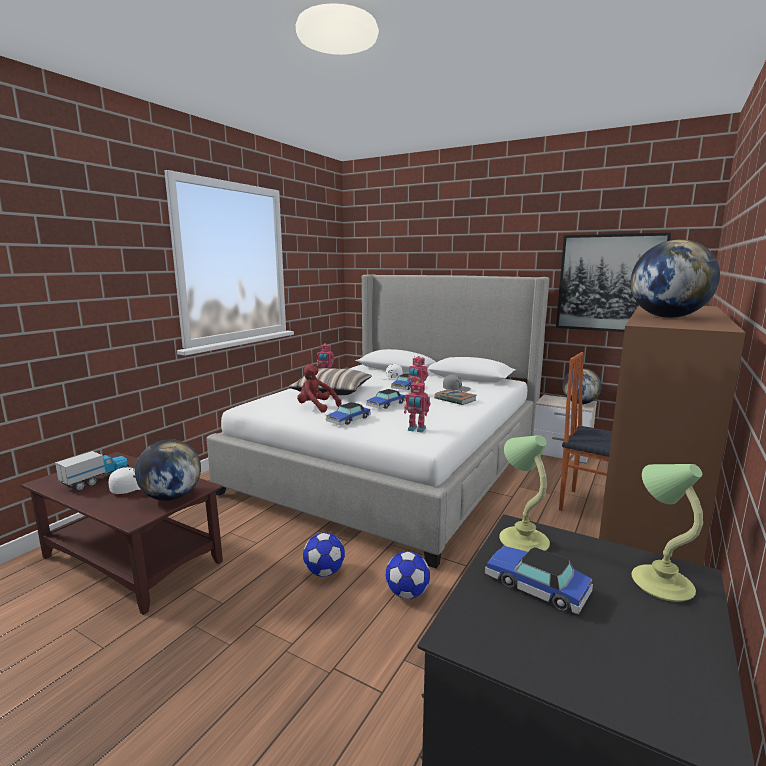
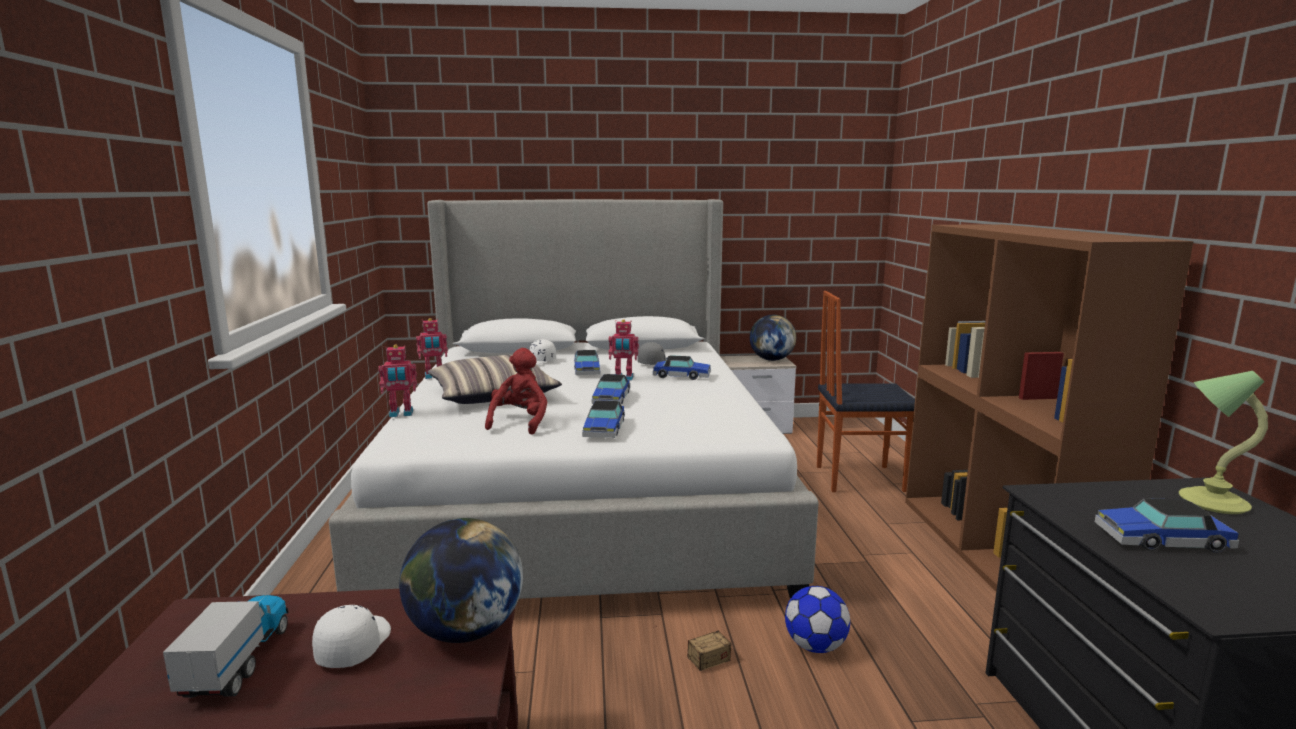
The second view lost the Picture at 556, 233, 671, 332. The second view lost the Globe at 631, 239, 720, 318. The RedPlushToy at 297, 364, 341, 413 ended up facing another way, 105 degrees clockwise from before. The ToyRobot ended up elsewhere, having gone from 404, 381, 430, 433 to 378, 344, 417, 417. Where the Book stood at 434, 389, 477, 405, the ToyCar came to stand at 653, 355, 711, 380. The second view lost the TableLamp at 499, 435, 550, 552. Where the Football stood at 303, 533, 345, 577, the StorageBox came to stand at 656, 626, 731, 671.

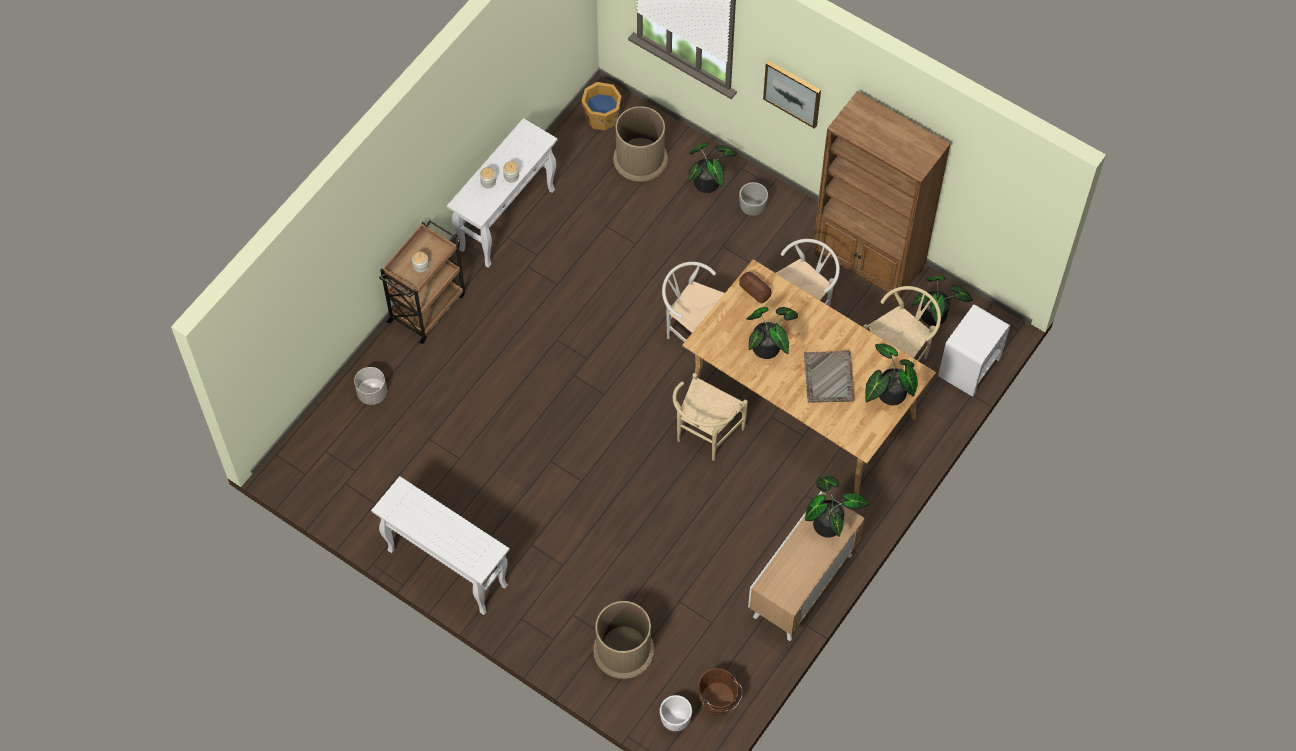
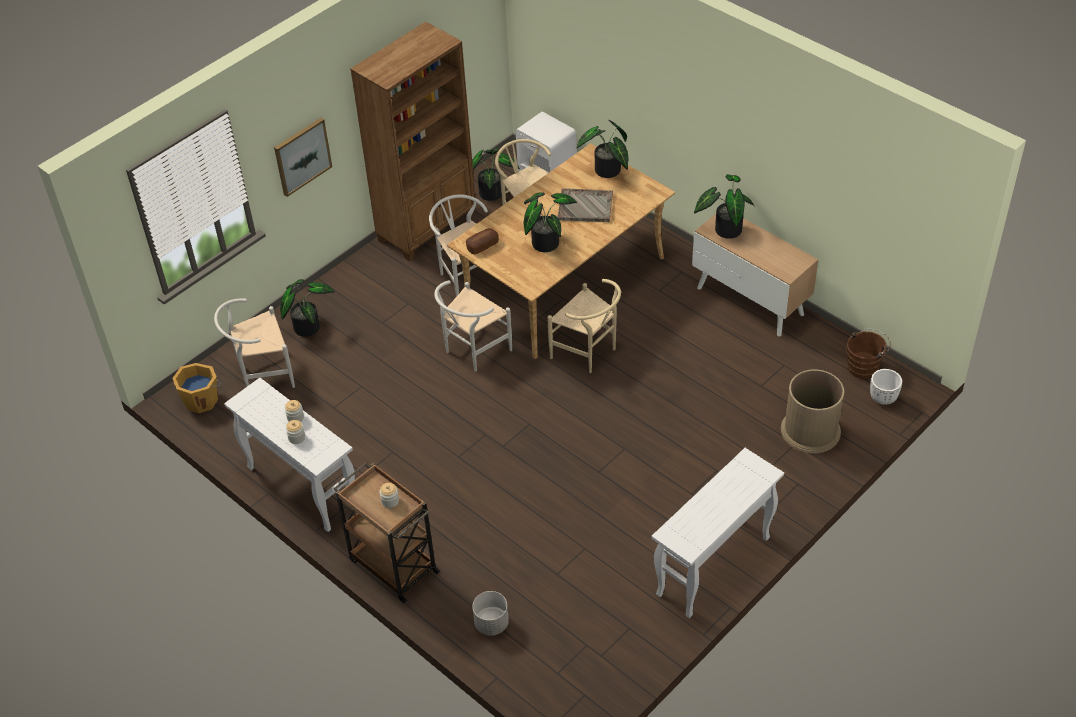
Where the BrownTrashCan stood at 613, 106, 668, 182, the WhiteChair came to stand at 214, 298, 295, 388. The second view lost the GreyPlanter at 739, 182, 768, 216.

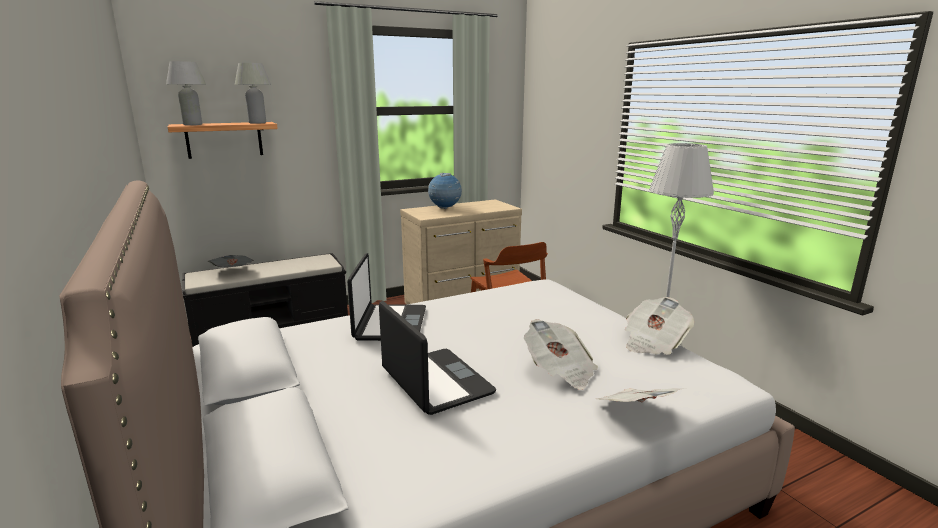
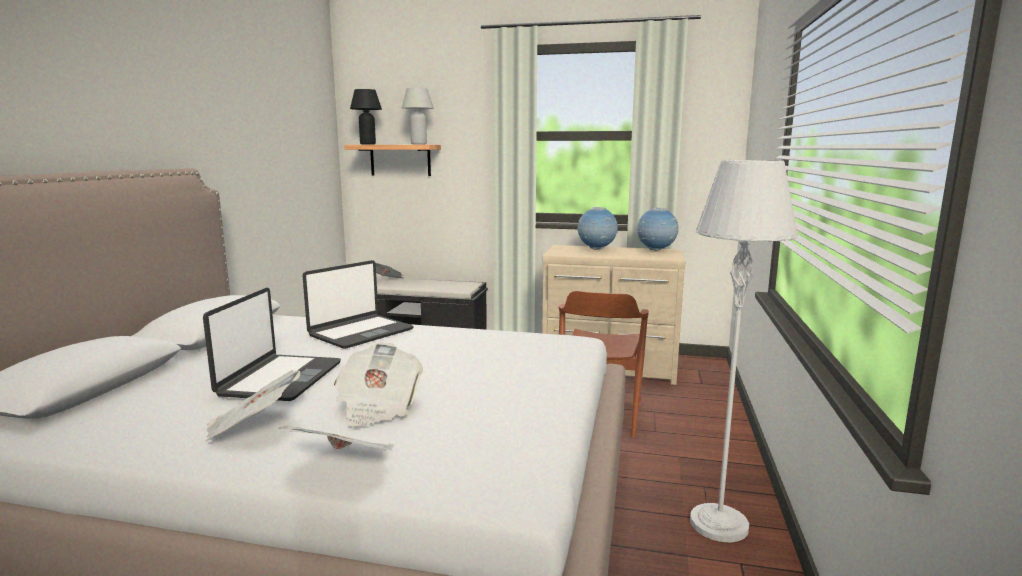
What was the WhiteTableLamp at 166, 61, 206, 125 turned into the BlackTableLamp at 350, 89, 382, 145. The Newspaper ended up elsewhere, having gone from 624, 297, 694, 355 to 206, 370, 301, 441. The second view gained the Globe at 637, 207, 679, 251.

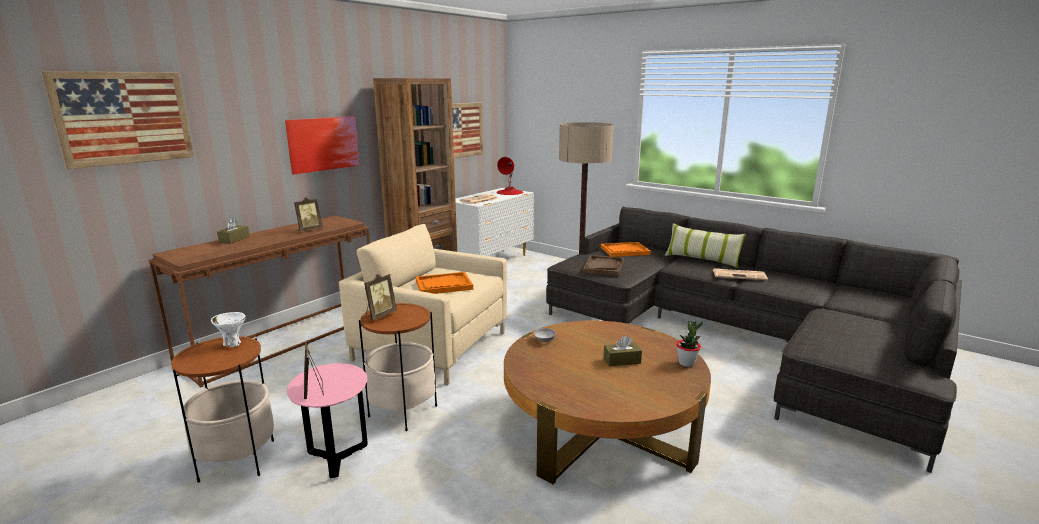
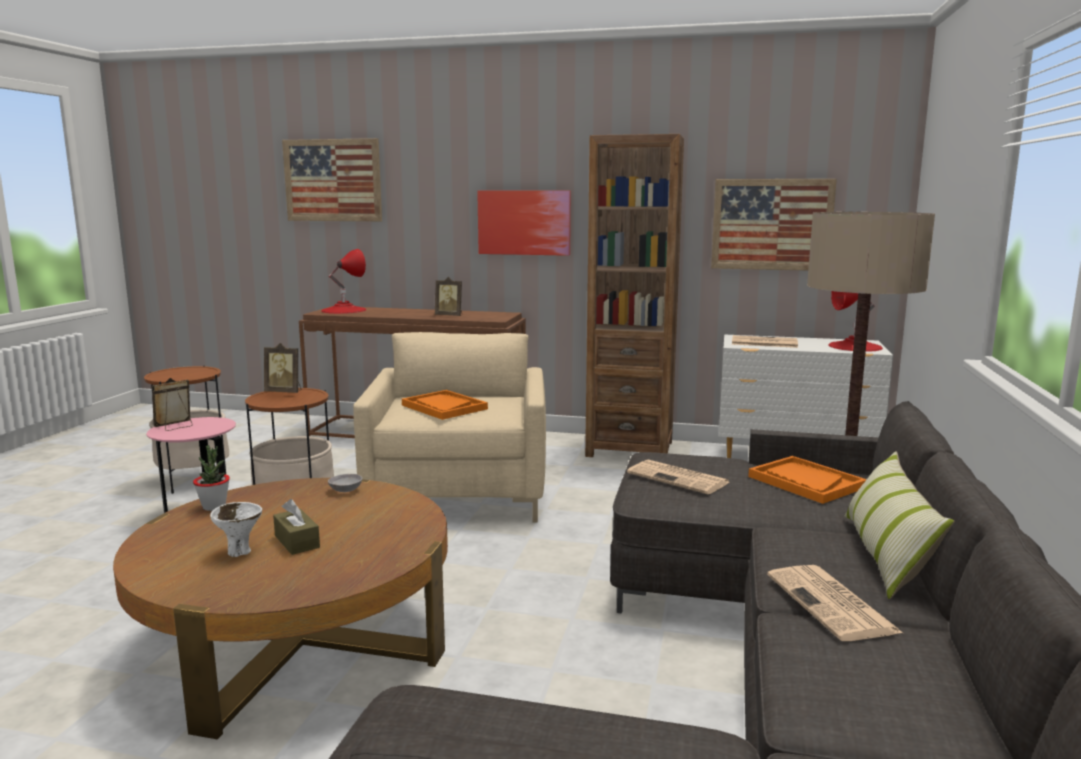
The second view lost the BrownTissueBox at 217, 218, 250, 244. Where the BrownTray stood at 583, 255, 624, 276, the Newspaper came to stand at 627, 460, 730, 494. The WhiteBowl ended up elsewhere, having gone from 211, 312, 246, 347 to 210, 502, 262, 557. The PottedPlant ended up elsewhere, having gone from 676, 321, 703, 367 to 193, 445, 230, 511. The second view gained the RedTableLamp at 321, 249, 366, 314.

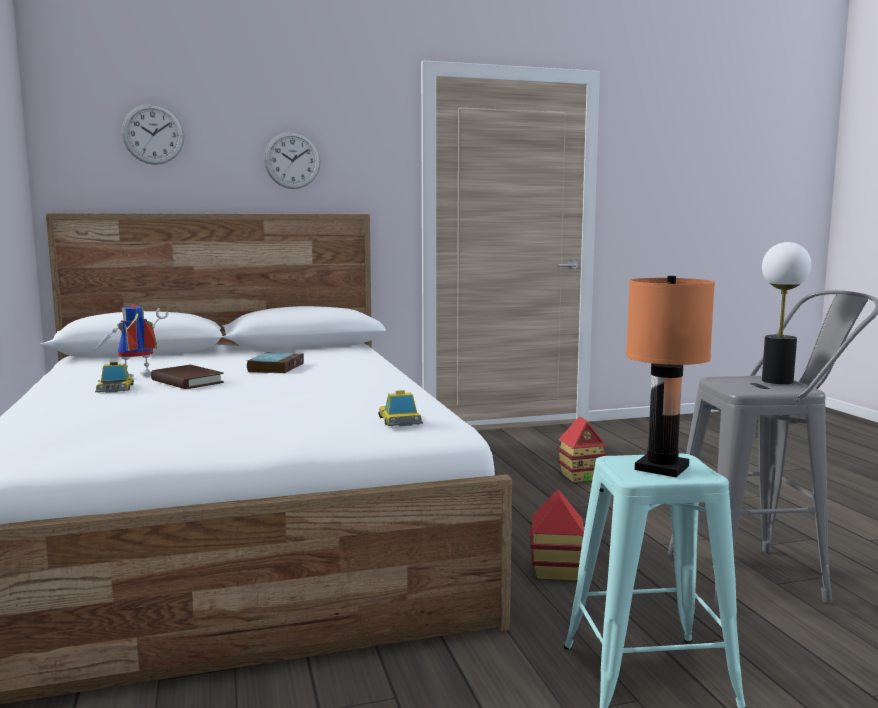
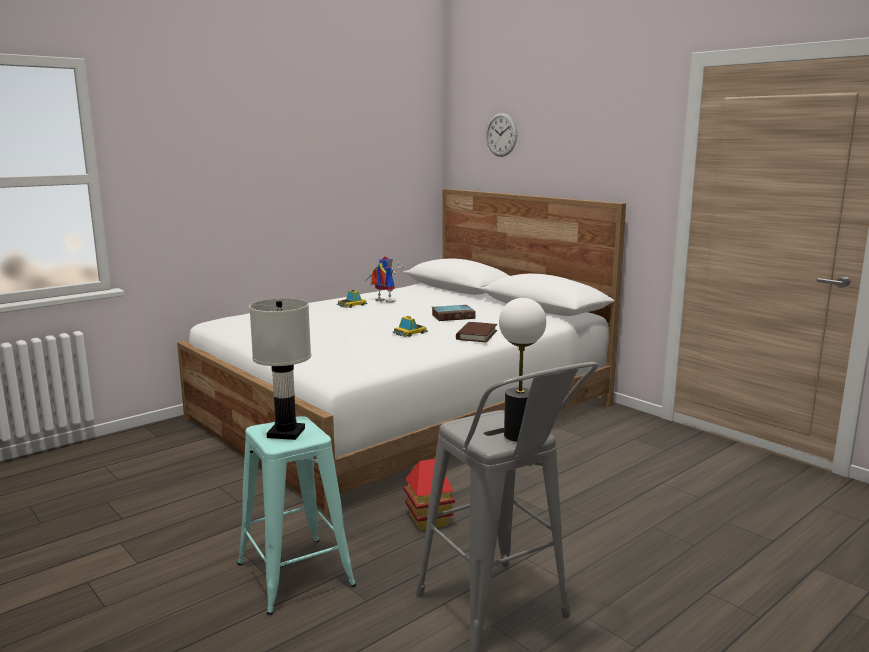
The second view lost the WallClock at 264, 132, 321, 189. What was the OrangeTableLamp at 626, 276, 715, 477 turned into the WhiteTableLamp at 249, 298, 311, 440. The BrownBook ended up elsewhere, having gone from 151, 365, 224, 389 to 456, 322, 497, 342. The ToyCar ended up elsewhere, having gone from 378, 390, 423, 426 to 393, 316, 428, 337. The second view lost the ToyHouse at 556, 417, 608, 482.

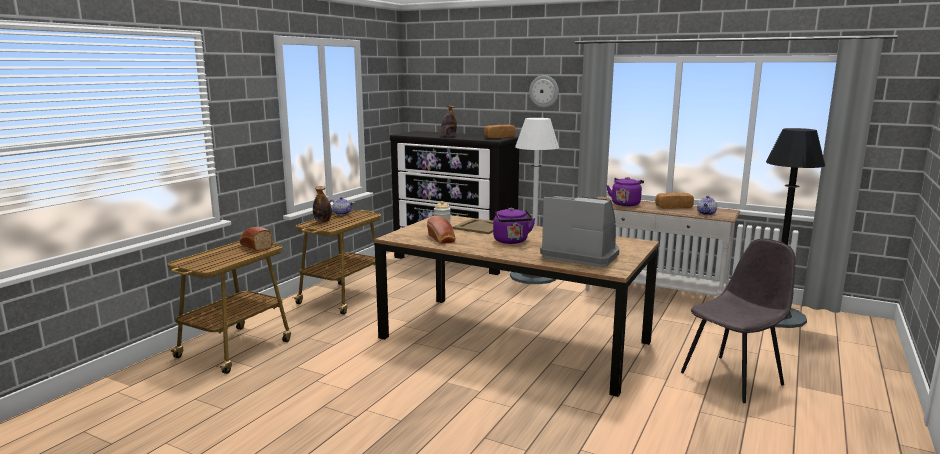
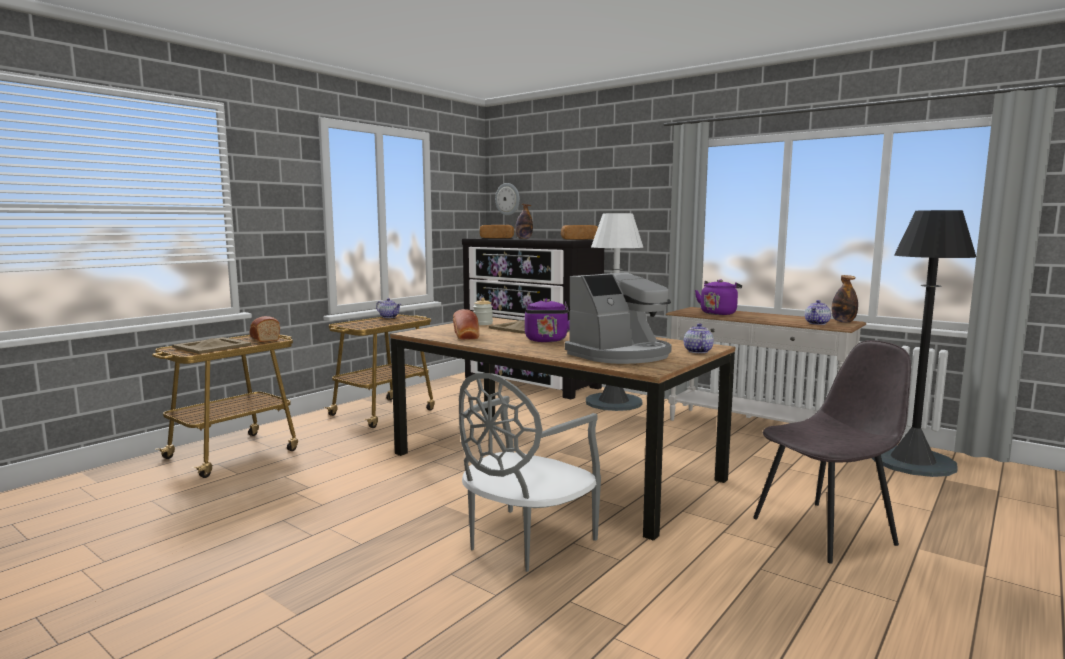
The WallClock ended up elsewhere, having gone from 529, 75, 559, 108 to 495, 183, 520, 215. The Bottle ended up elsewhere, having gone from 313, 186, 332, 222 to 832, 275, 858, 323. The Bread ended up elsewhere, having gone from 655, 193, 694, 208 to 480, 225, 514, 238. The CoffeeMachine at 540, 196, 619, 267 ended up facing another way, 105 degrees clockwise from before. The second view gained the Teapot at 684, 323, 714, 353. The second view gained the BeigeTray at 172, 337, 251, 354. The second view gained the GreyChair at 459, 373, 601, 572.

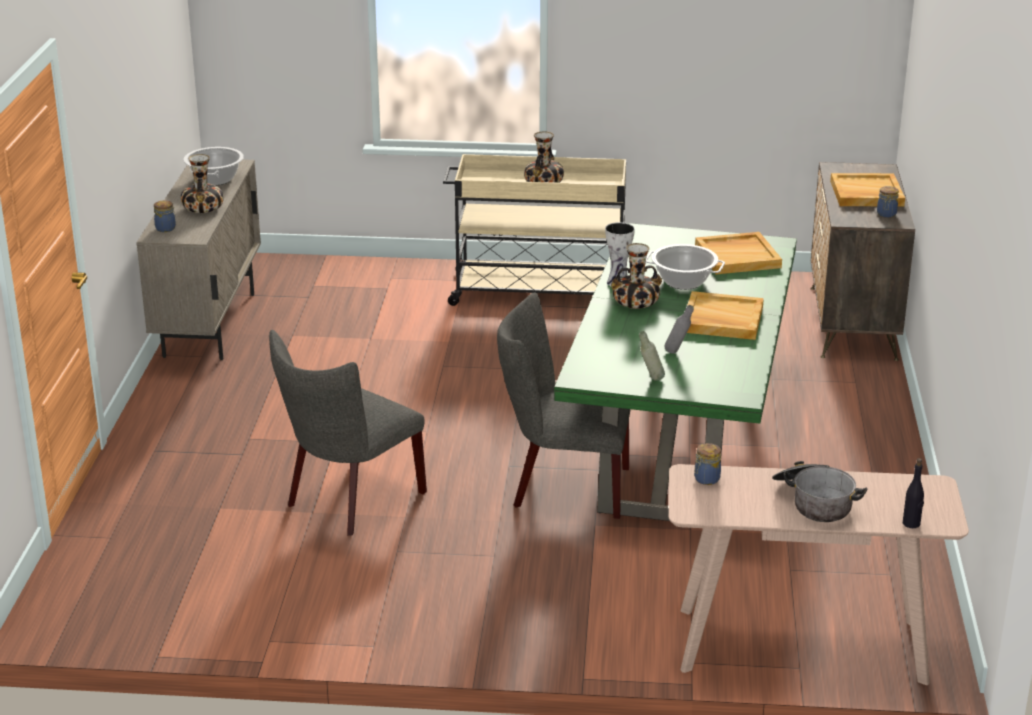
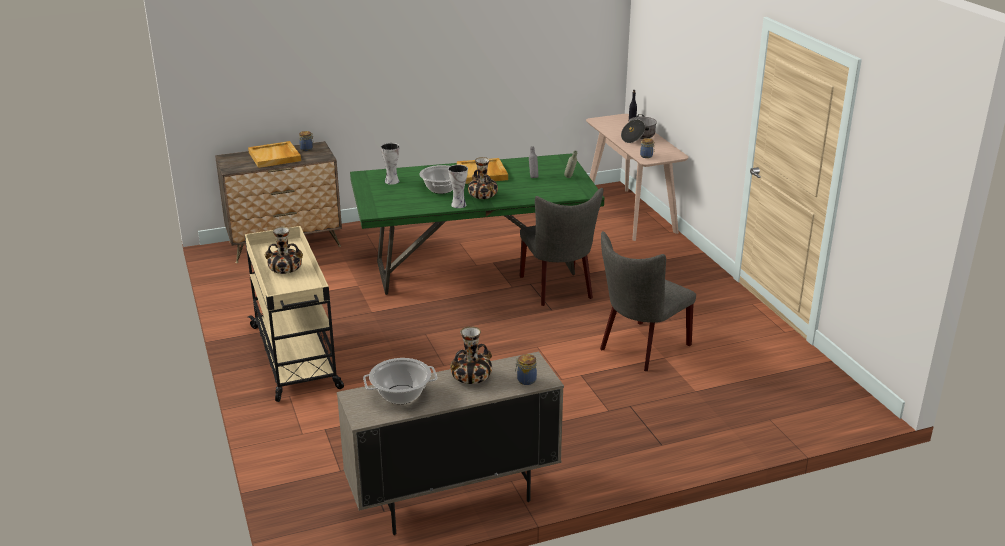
Where the BeigeTray stood at 695, 232, 782, 274, the Vase came to stand at 381, 143, 400, 185. The GreyChair at 269, 330, 427, 536 ended up facing another way, 120 degrees clockwise from before.

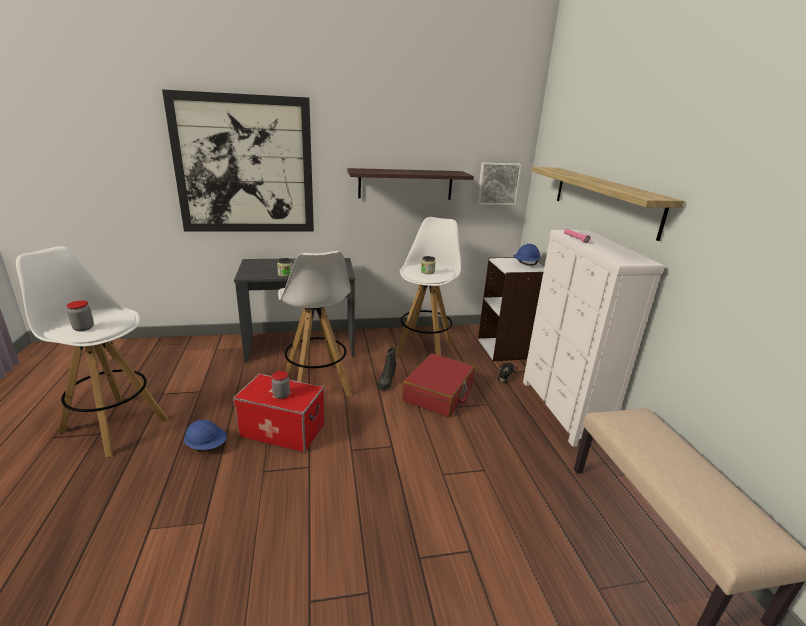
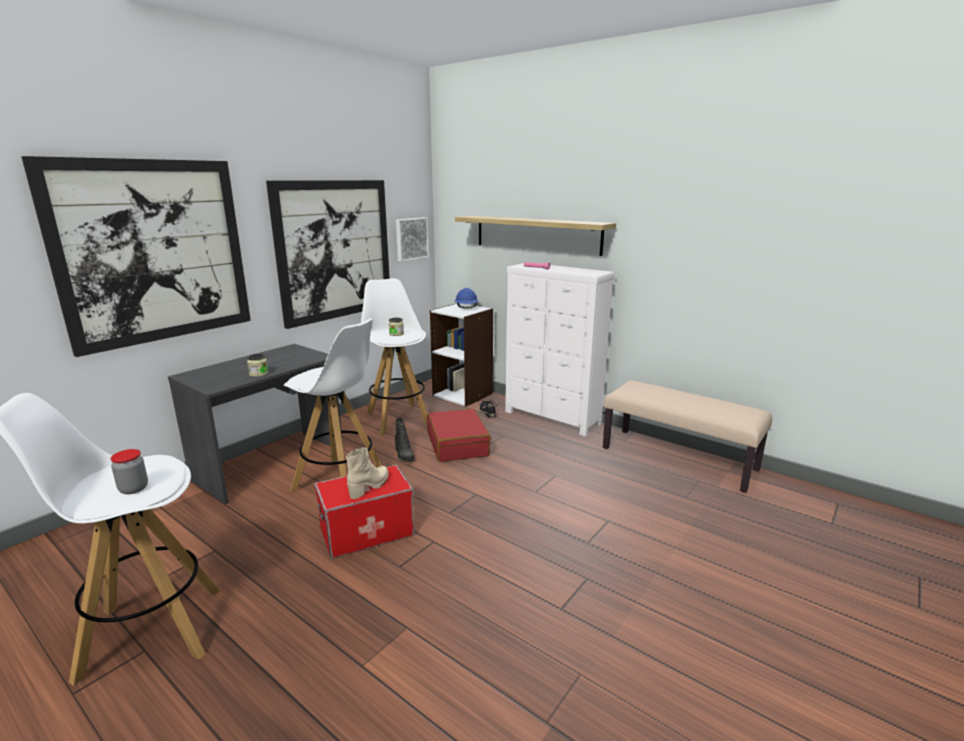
Where the Shelf hung at 347, 168, 474, 200, the Picture came to hang at 266, 180, 390, 329. Where the Jar stood at 271, 371, 290, 399, the BeigeBoot came to stand at 346, 447, 388, 499. The second view lost the BlueHardHat at 184, 420, 227, 452.

